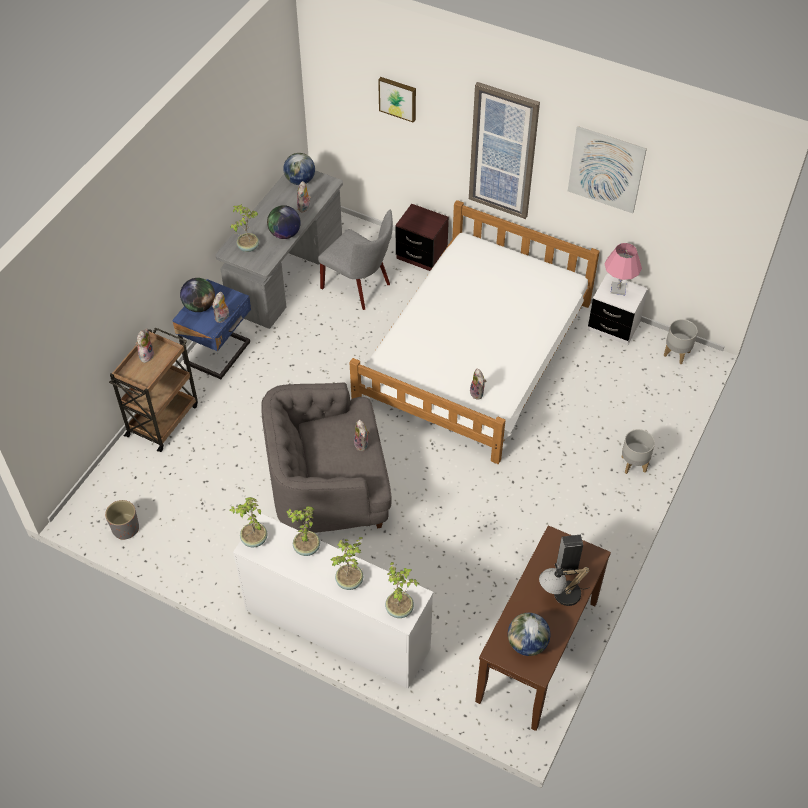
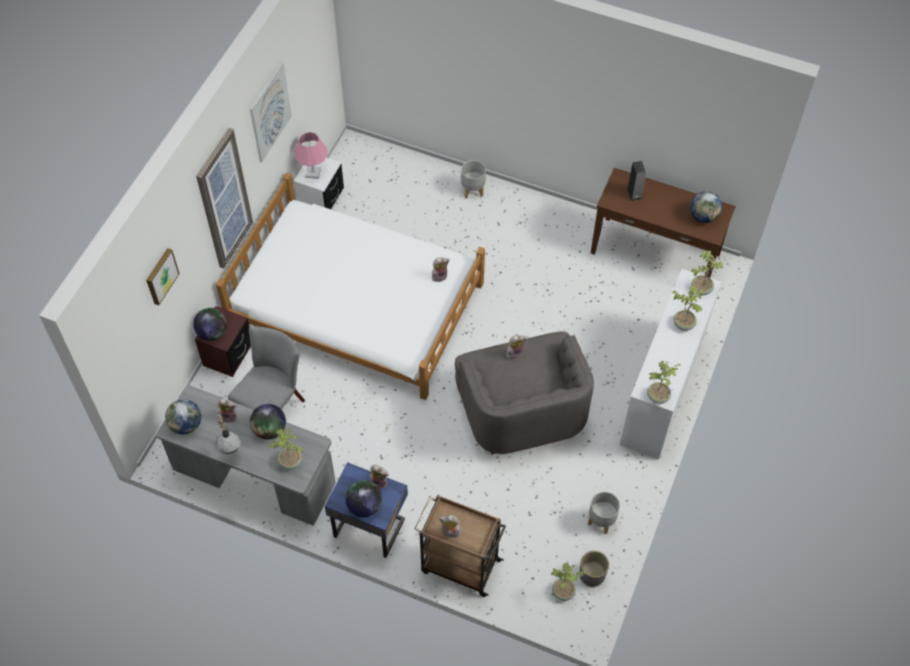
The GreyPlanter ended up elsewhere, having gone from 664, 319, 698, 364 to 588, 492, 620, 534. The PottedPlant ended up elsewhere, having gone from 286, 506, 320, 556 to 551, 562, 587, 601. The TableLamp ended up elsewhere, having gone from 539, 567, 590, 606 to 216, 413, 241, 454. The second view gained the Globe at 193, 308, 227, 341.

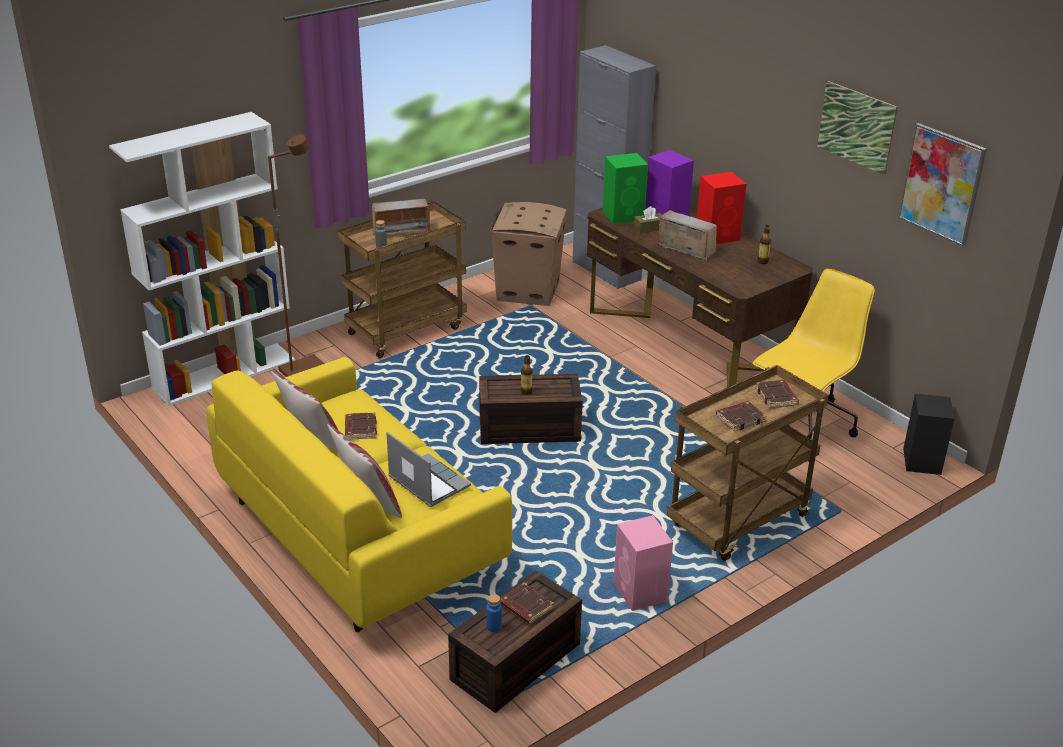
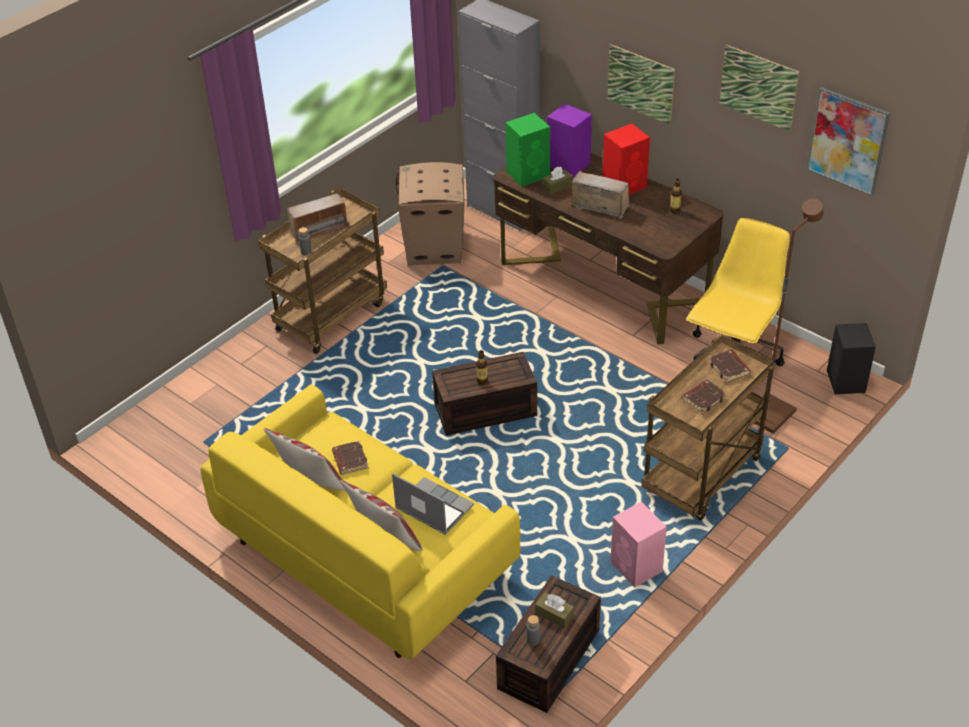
The second view lost the WhiteBookcase at 109, 112, 295, 406. The BrownFloorLamp ended up elsewhere, having gone from 268, 134, 325, 377 to 754, 199, 824, 434. Where the BrownBook stood at 500, 582, 554, 624, the BrownTissueBox came to stand at 535, 592, 574, 628. What was the BlueBottle at 487, 594, 502, 632 turned into the GreyBottle at 527, 615, 540, 646. The second view gained the Picture at 608, 44, 675, 125.

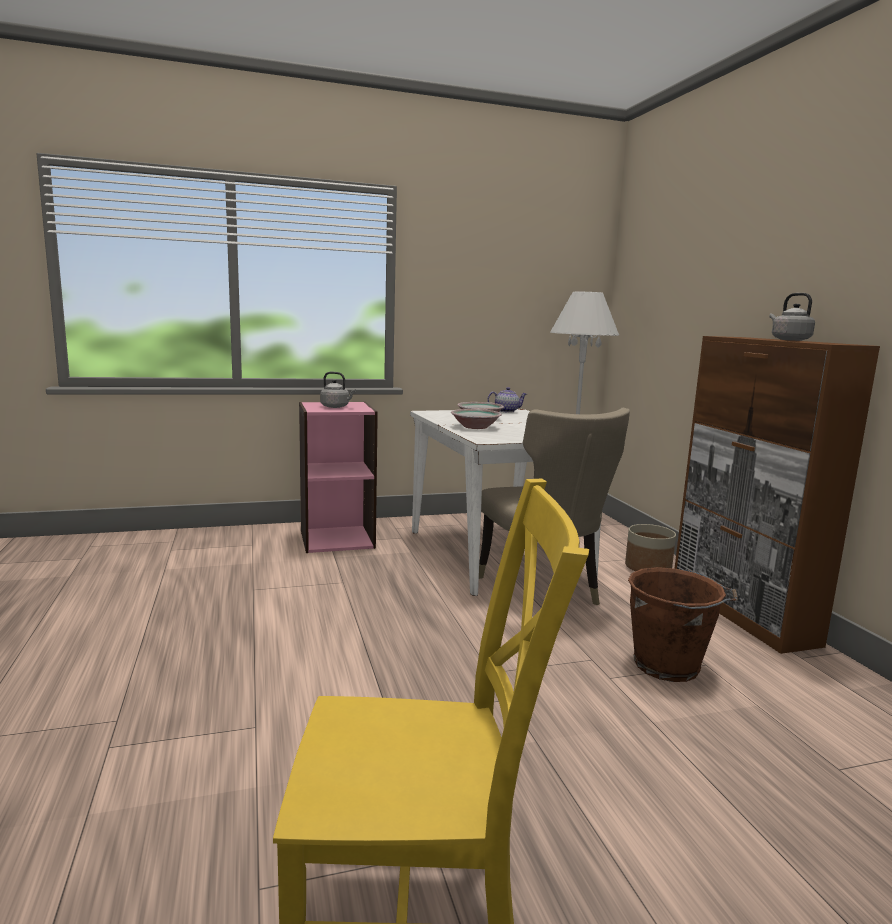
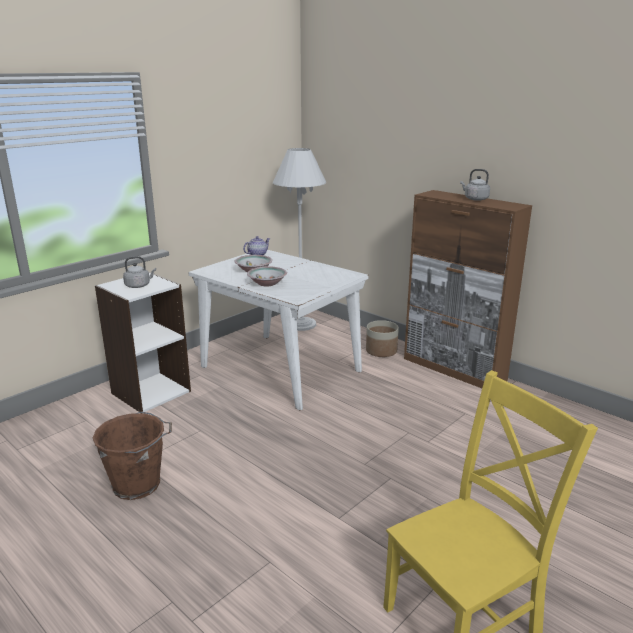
What was the PinkBookcase at 299, 402, 378, 553 turned into the WhiteBookcase at 95, 271, 191, 412. The second view lost the BeigeChair at 479, 408, 630, 605. The BrownBucket ended up elsewhere, having gone from 628, 567, 738, 682 to 93, 411, 172, 500.

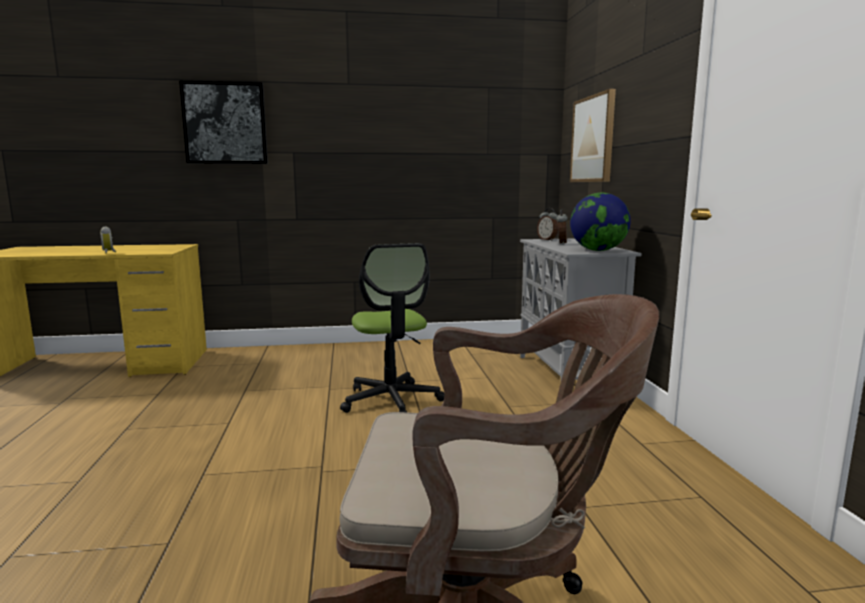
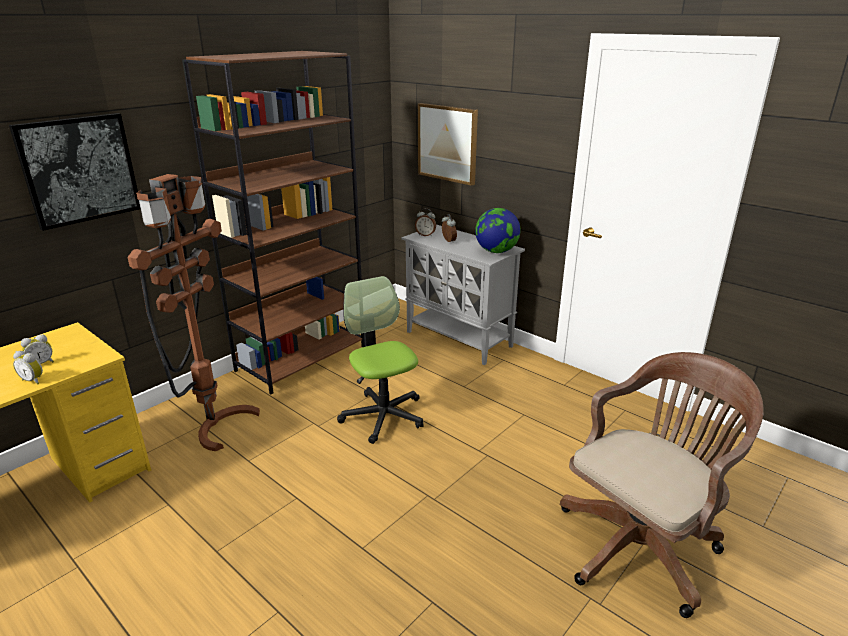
The OfficeChair at 340, 243, 444, 413 ended up facing another way, 150 degrees counterclockwise from before. The second view gained the BrownBookcase at 182, 51, 365, 394. The second view gained the BrownFloorLamp at 127, 174, 260, 451. The second view gained the AlarmClock at 21, 334, 54, 364.

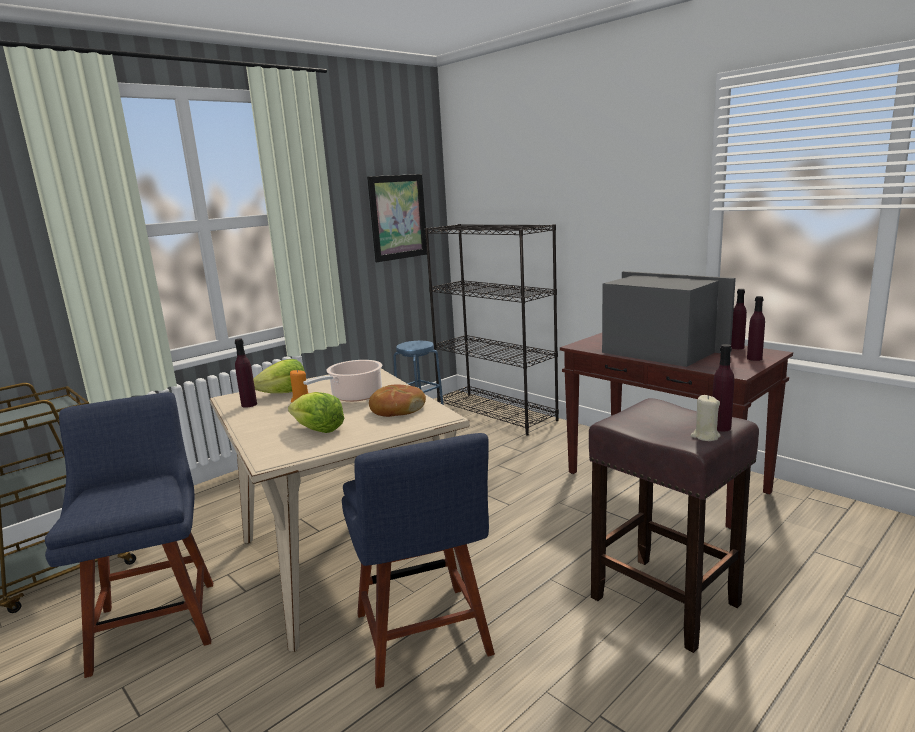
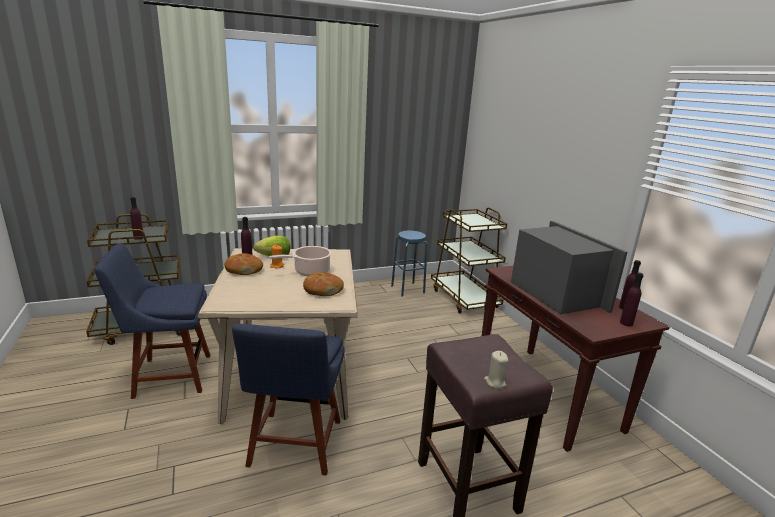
The second view lost the Picture at 367, 174, 427, 262. Where the BlackBookcase stood at 425, 224, 559, 436, the BrownCart came to stand at 431, 207, 507, 313. The PurpleBottle ended up elsewhere, having gone from 712, 344, 734, 431 to 130, 197, 143, 240. The BlueChair at 45, 392, 213, 678 ended up facing another way, 105 degrees counterclockwise from before. The second view lost the Lettuce at 288, 392, 344, 433. The second view gained the Bread at 224, 253, 263, 275.

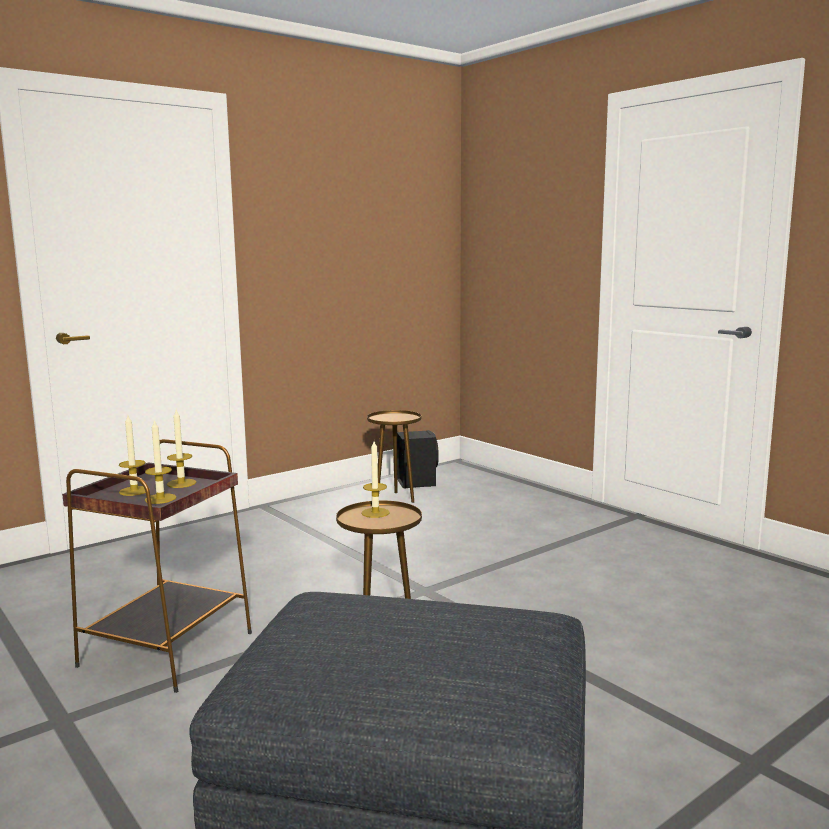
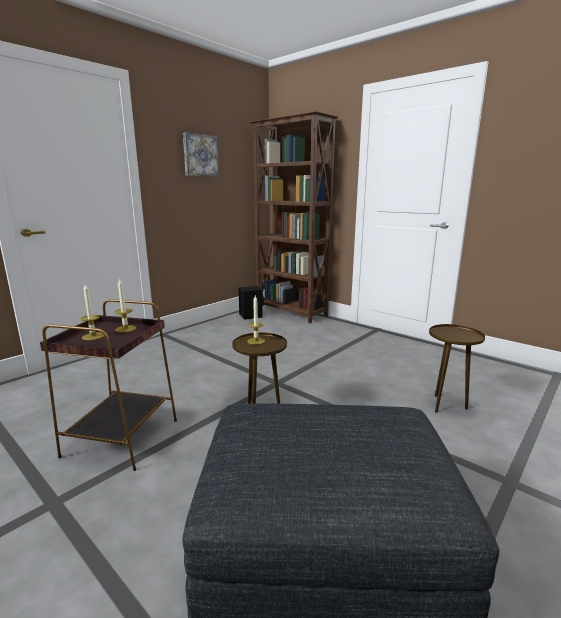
The BrownSideTable ended up elsewhere, having gone from 367, 410, 421, 503 to 429, 324, 485, 413. The second view lost the Candle at 145, 419, 176, 504. The second view gained the BrownBookcase at 250, 111, 338, 323. The second view gained the Picture at 183, 132, 219, 176.

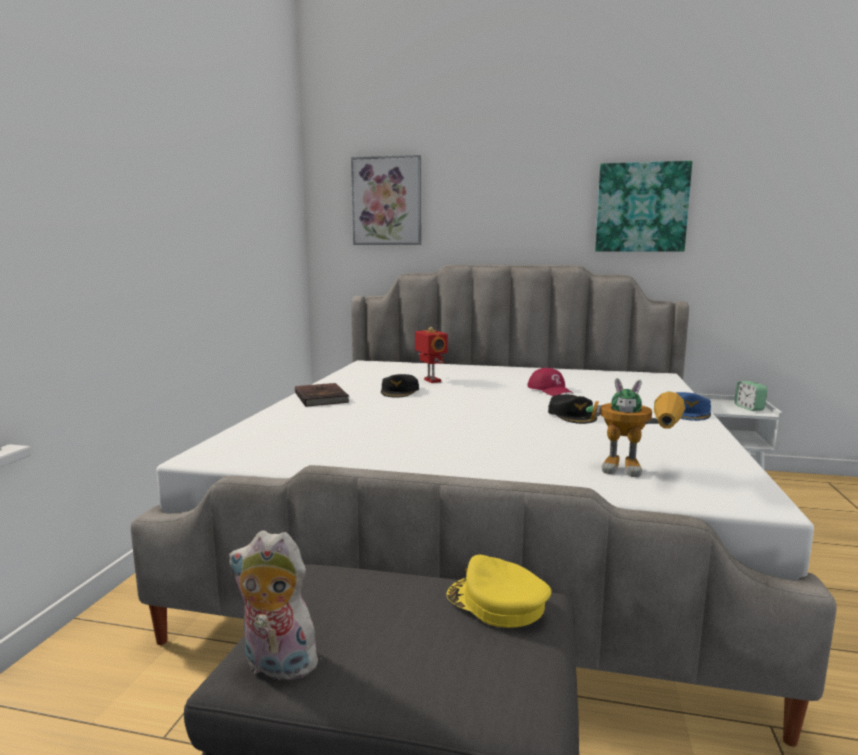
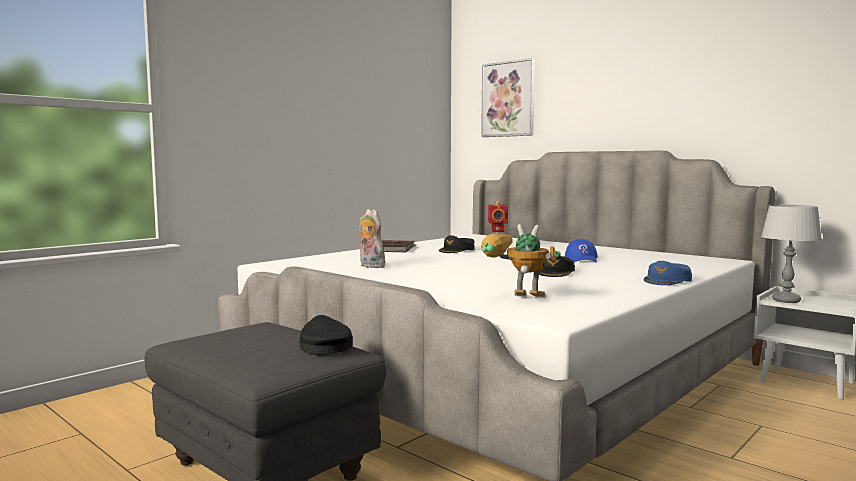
The second view lost the Picture at 595, 161, 692, 252. What was the RedCap at 527, 368, 573, 396 turned into the BlueCap at 565, 239, 598, 263. The ToyRobot at 586, 378, 685, 477 ended up facing another way, 150 degrees clockwise from before. The second view lost the AlarmClock at 734, 381, 768, 411. The PlushToy ended up elsewhere, having gone from 229, 530, 326, 680 to 358, 209, 387, 268. What was the YellowCap at 447, 554, 551, 628 turned into the BlackCap at 299, 315, 353, 354. The second view gained the GreyTableLamp at 761, 205, 822, 303.

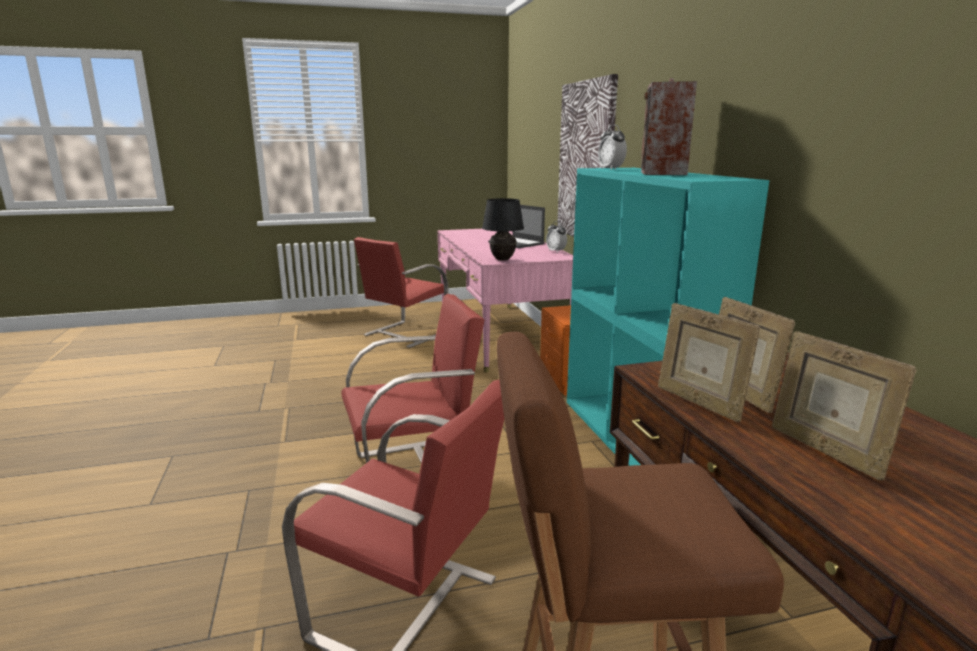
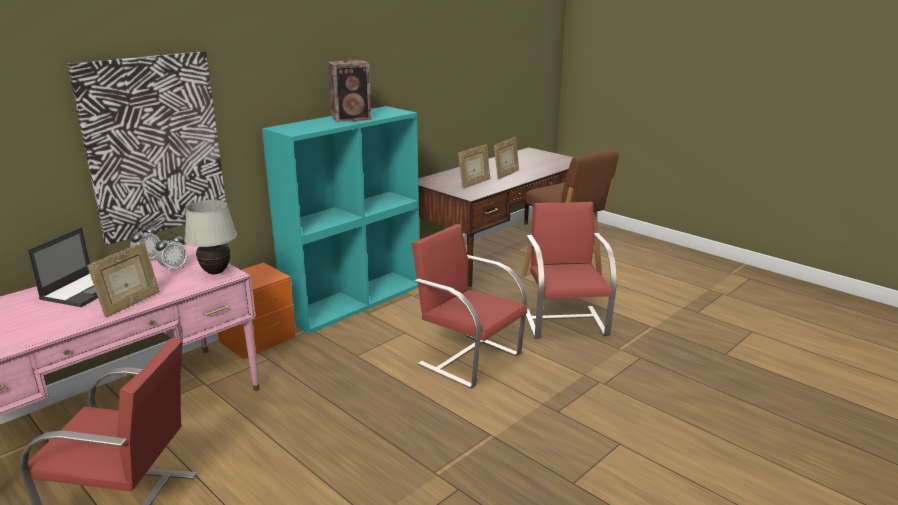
The AlarmClock ended up elsewhere, having gone from 598, 124, 627, 170 to 156, 232, 187, 272. What was the BlackTableLamp at 482, 198, 524, 261 turned into the WhiteTableLamp at 184, 200, 237, 274. The PictureFrame ended up elsewhere, having gone from 658, 303, 760, 422 to 87, 242, 160, 317.

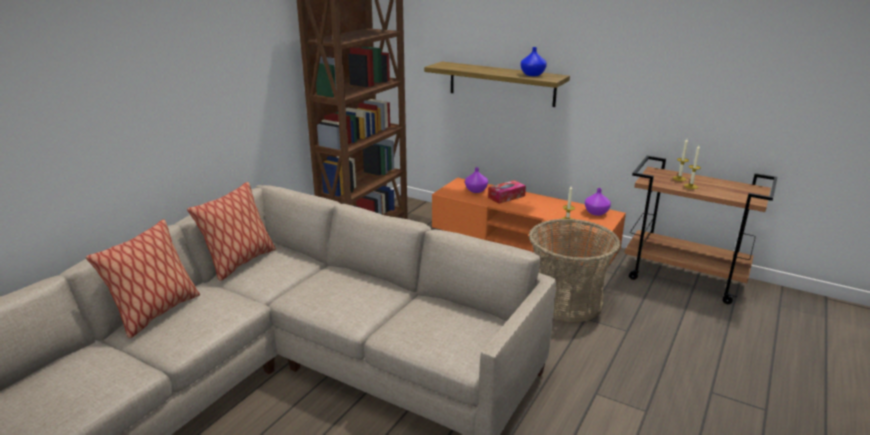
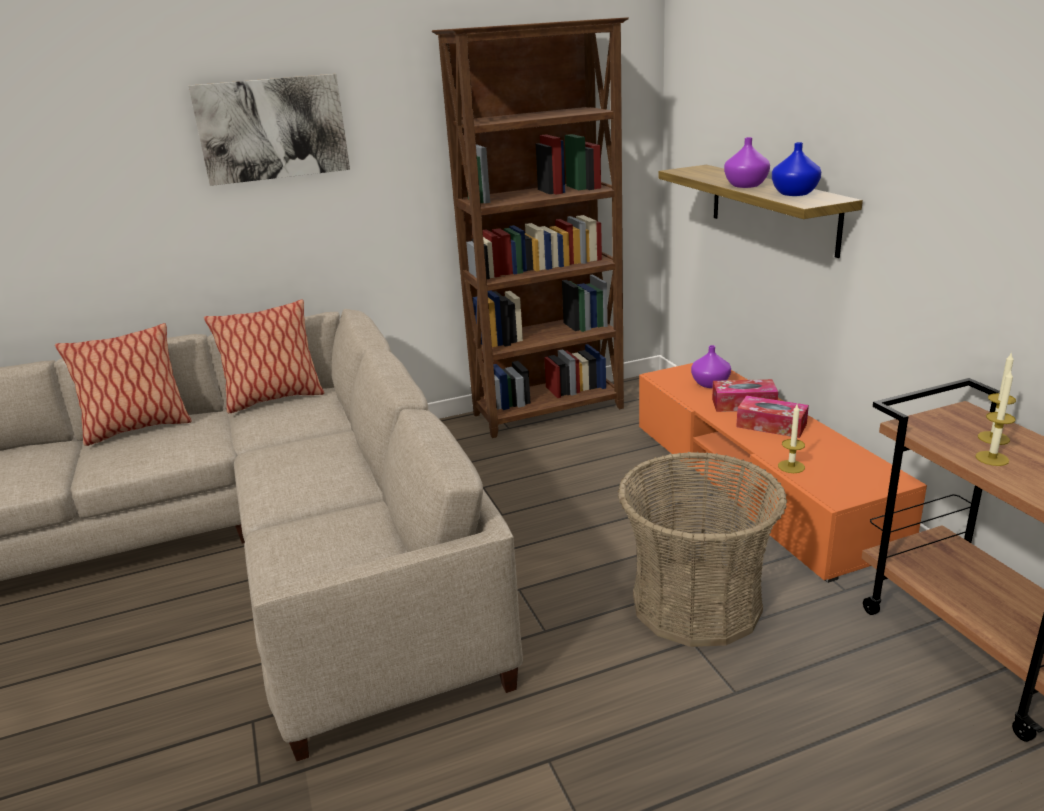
The PurpleVase ended up elsewhere, having gone from 585, 188, 611, 216 to 724, 137, 770, 188. The second view gained the Picture at 188, 74, 350, 186. The second view gained the TissueBox at 736, 396, 809, 438.

